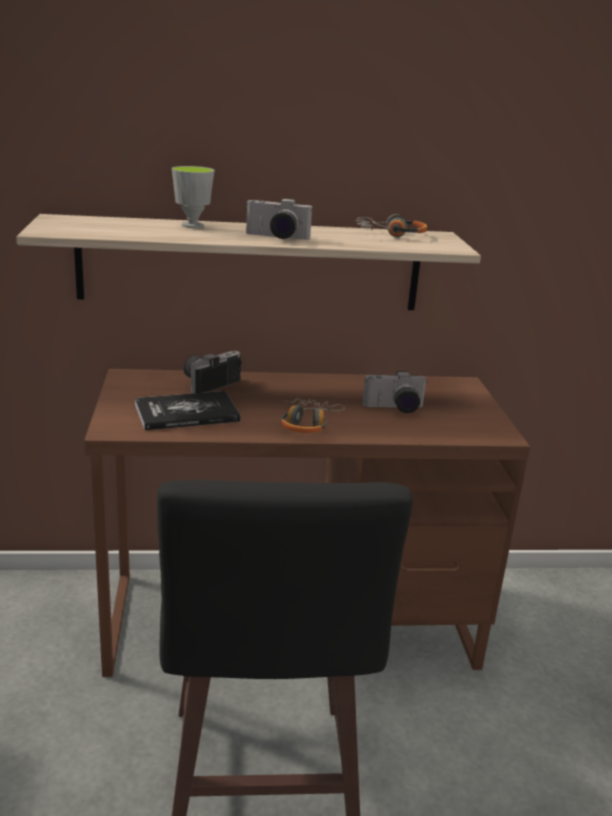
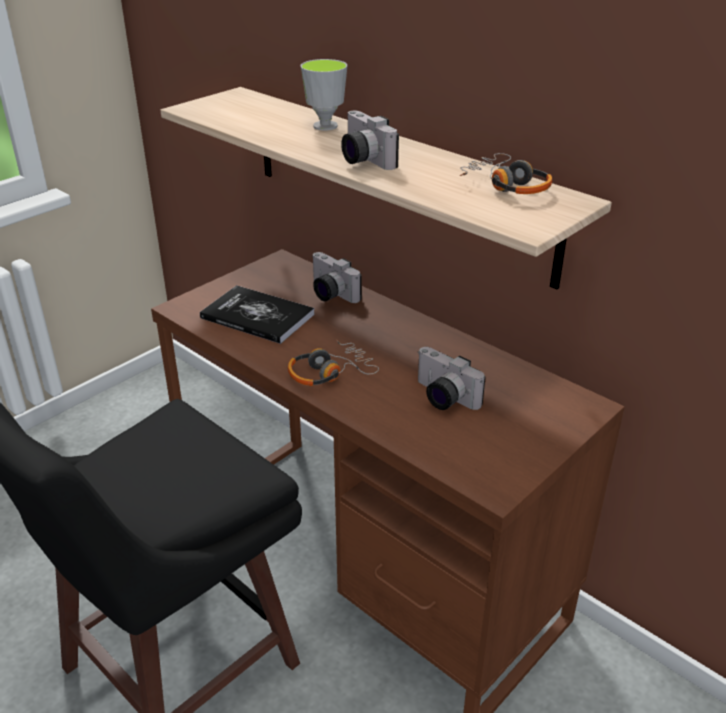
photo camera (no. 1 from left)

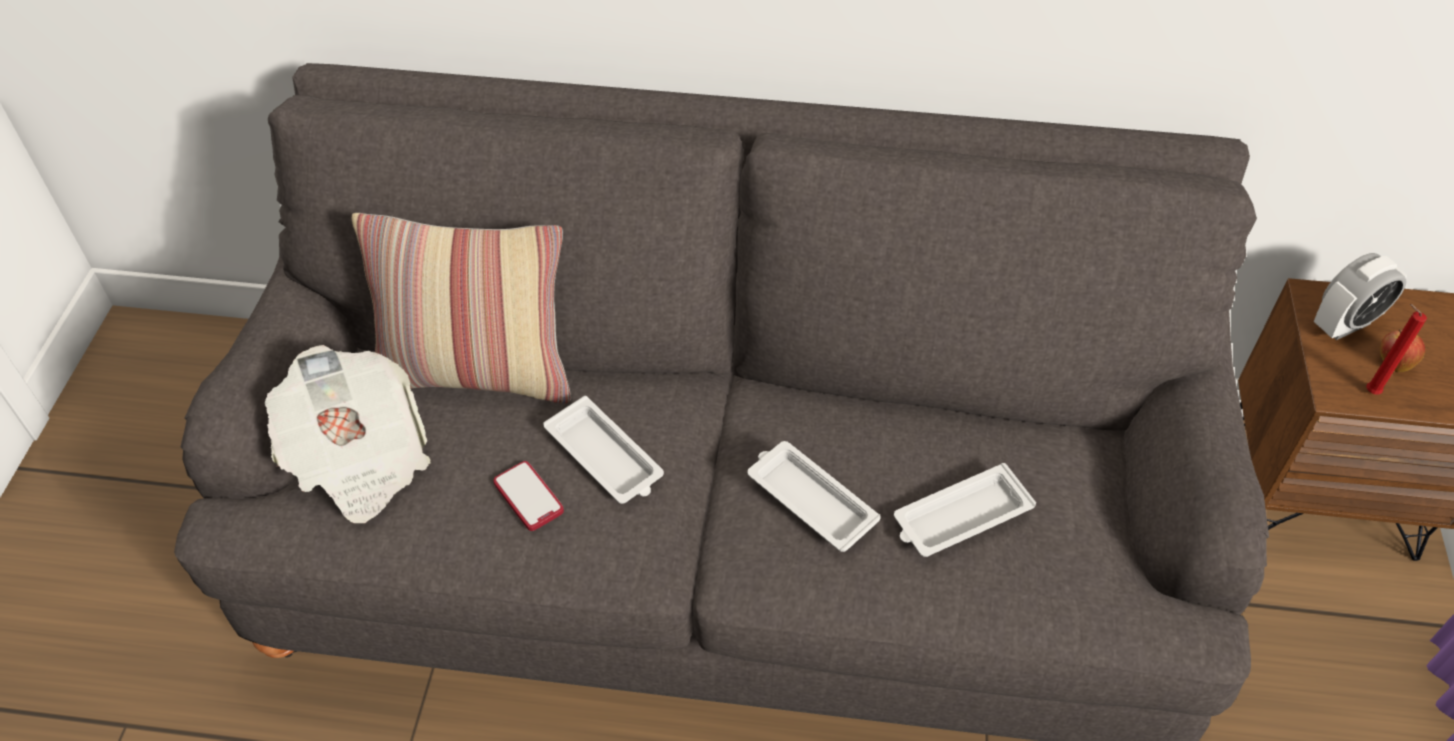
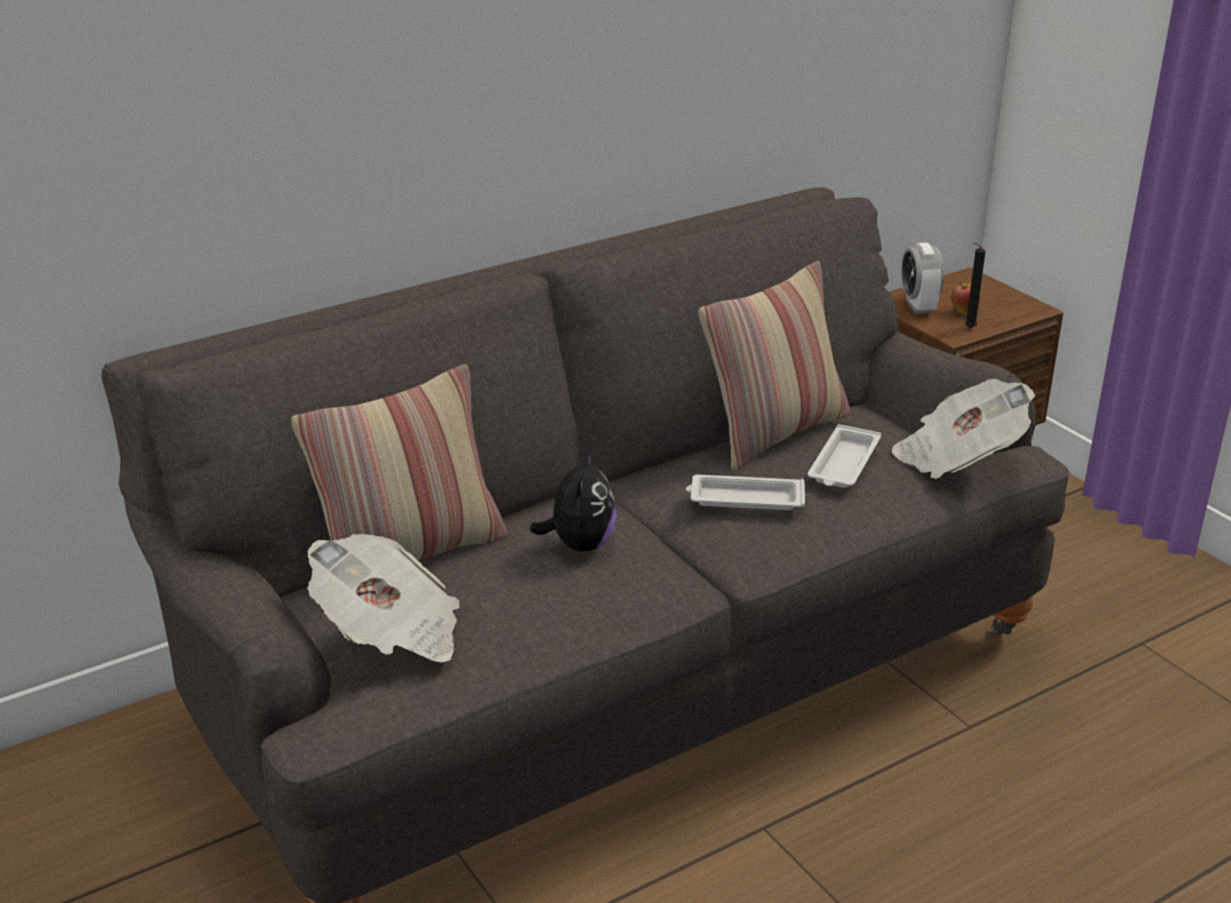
phone
pillow (no. 2 from left)
newspaper (no. 2 from left)
plush toy
black candle
alarm clock

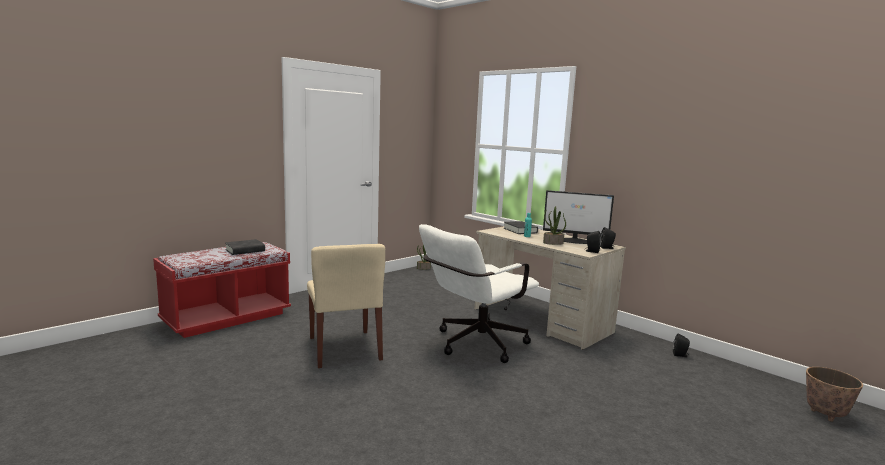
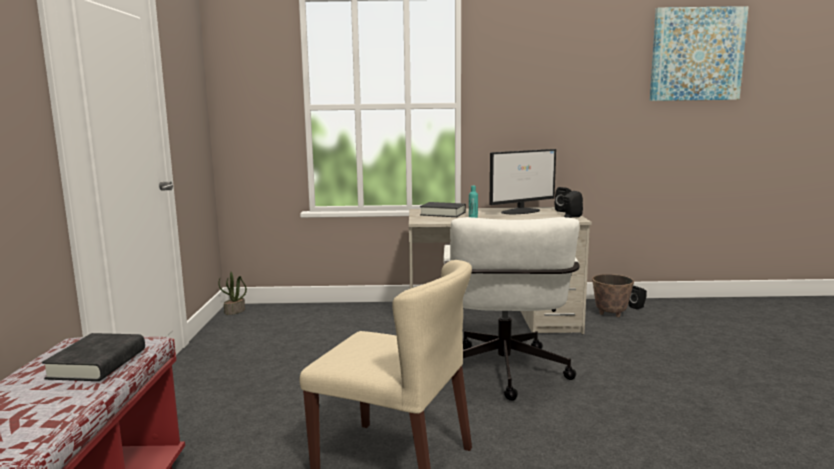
potted plant (no. 2 from left in the first image)
picture
planter

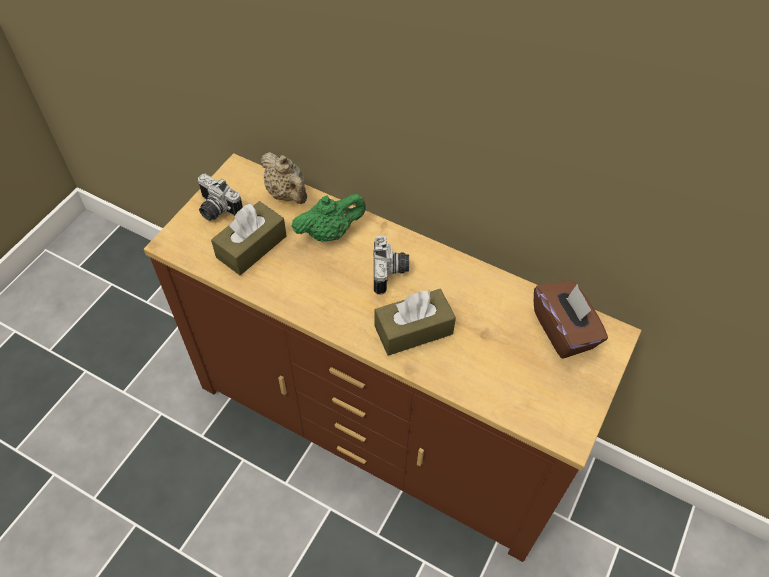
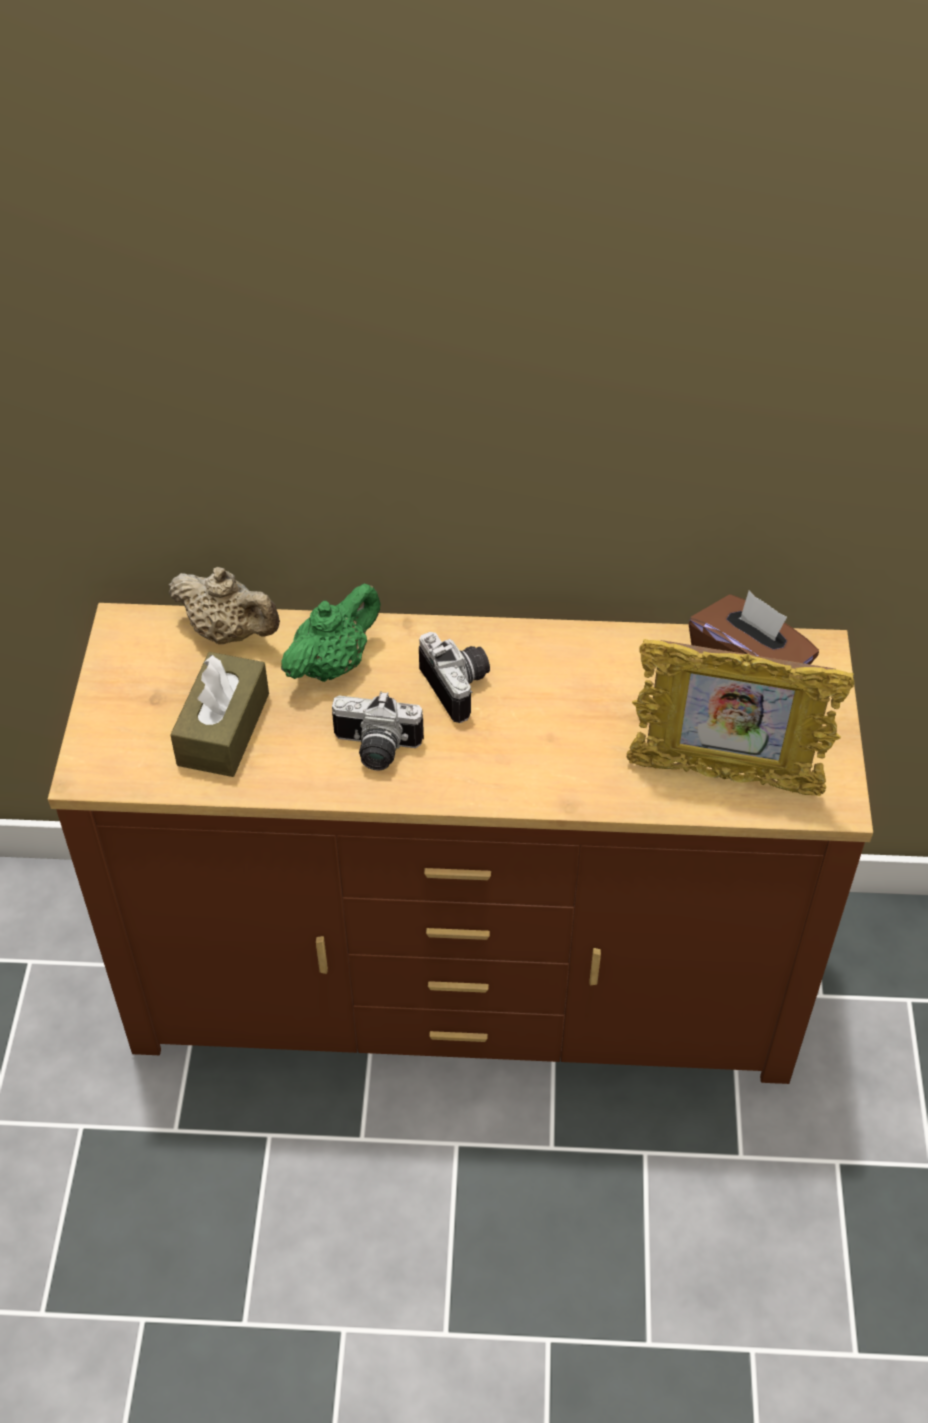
brown tissue box (no. 2 from left in the first image)
picture frame
photo camera (no. 1 from left)

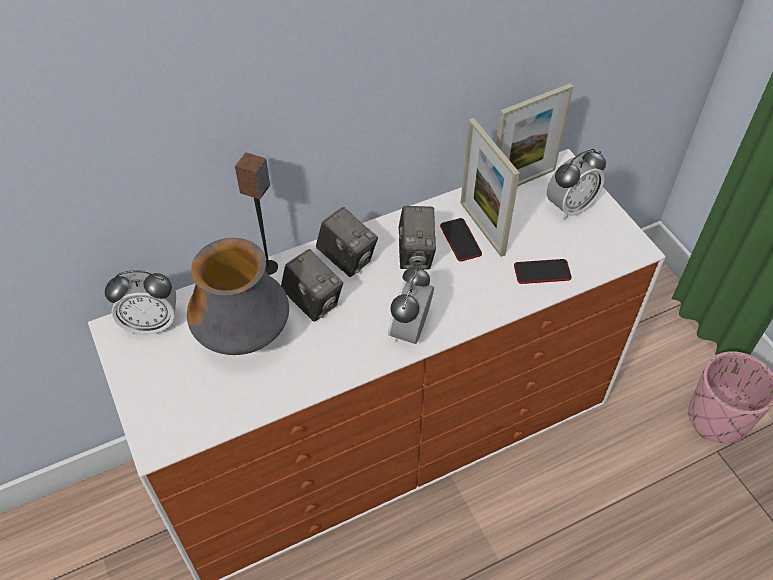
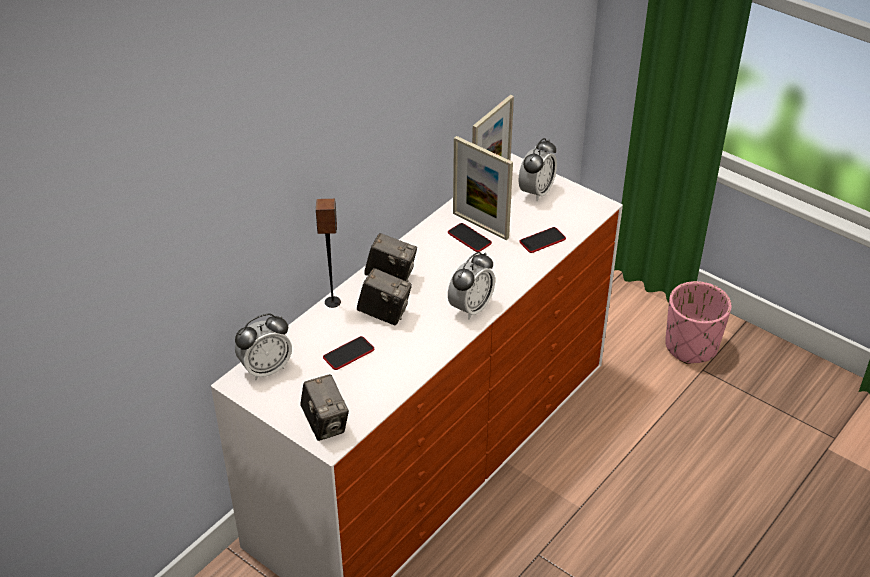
photo camera (no. 1 from left)
phone (no. 1 from left)
alarm clock (no. 2 from left)

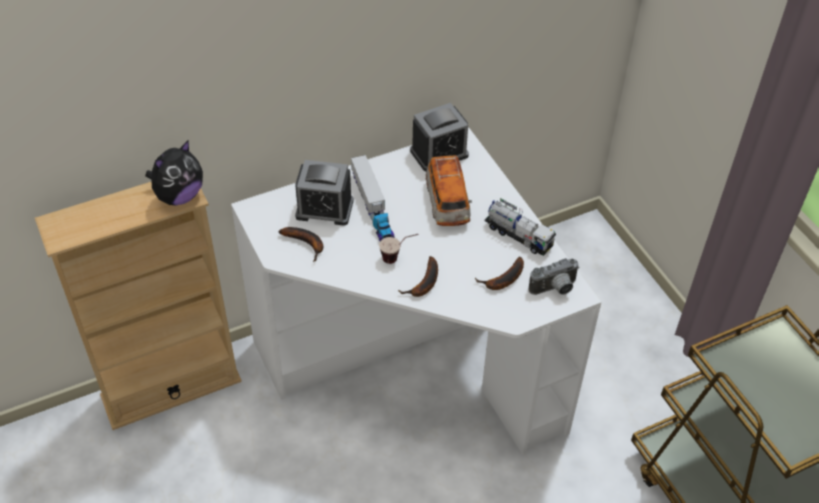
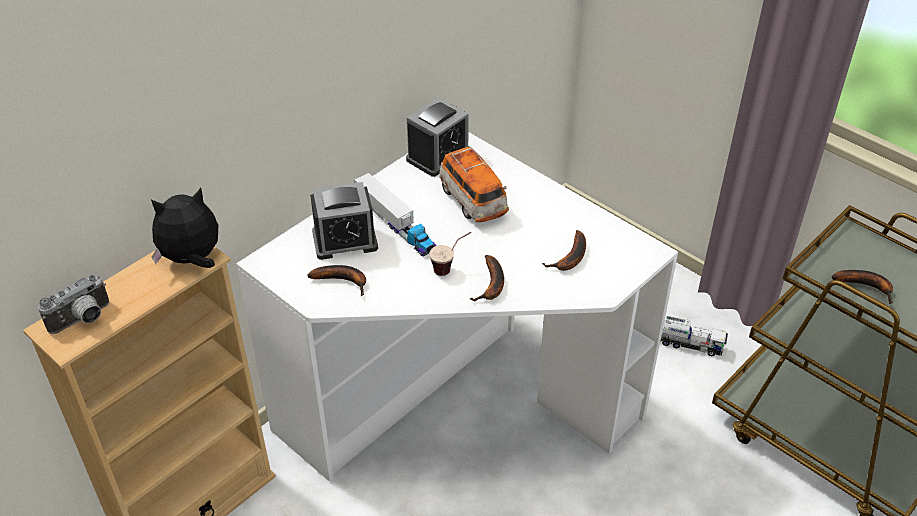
banana (no. 4 from left)
toy truck (no. 2 from left)
photo camera
plush toy

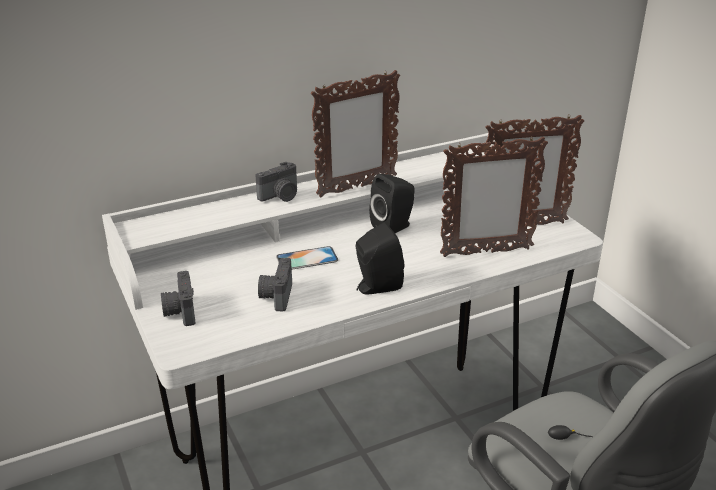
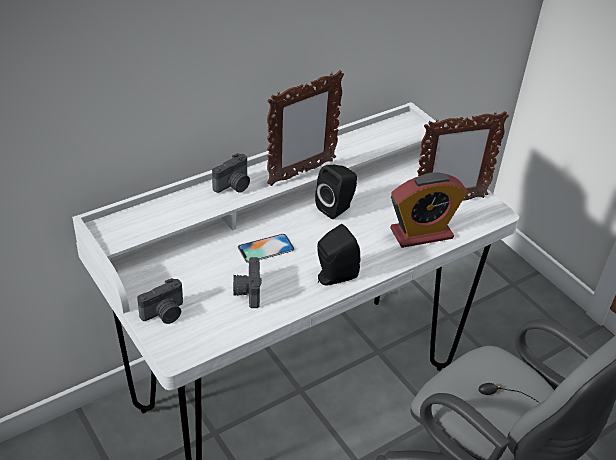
alarm clock
photo camera (no. 1 from left)

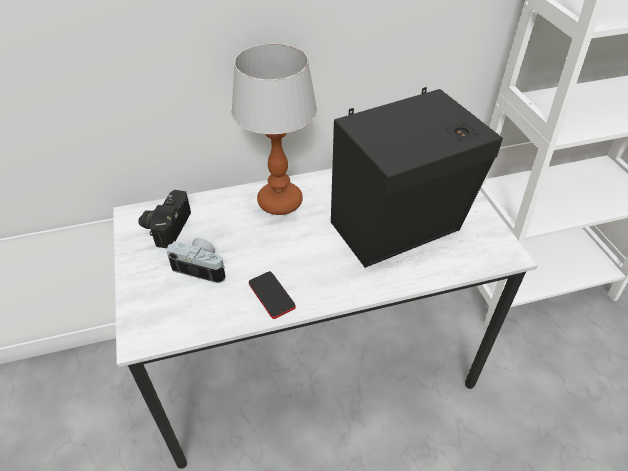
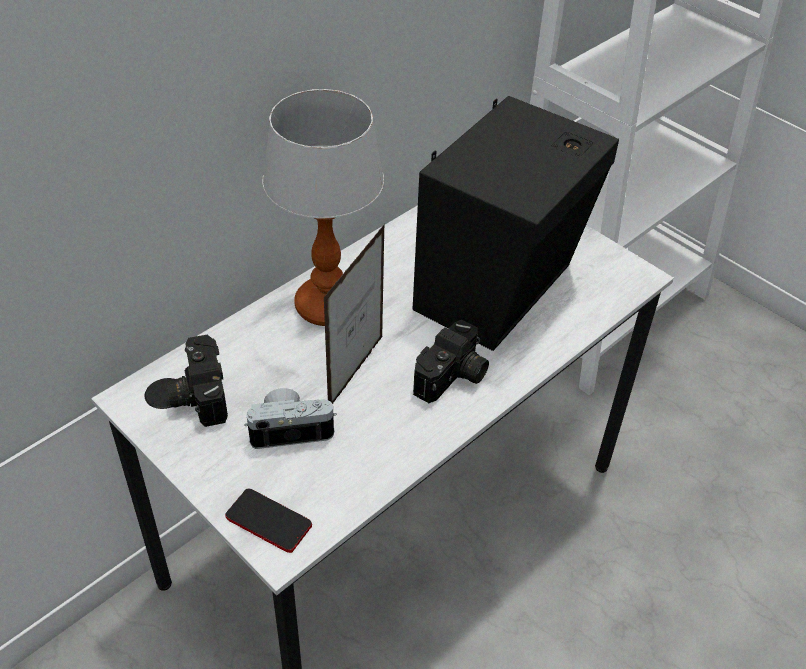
picture frame
photo camera (no. 3 from left)
phone

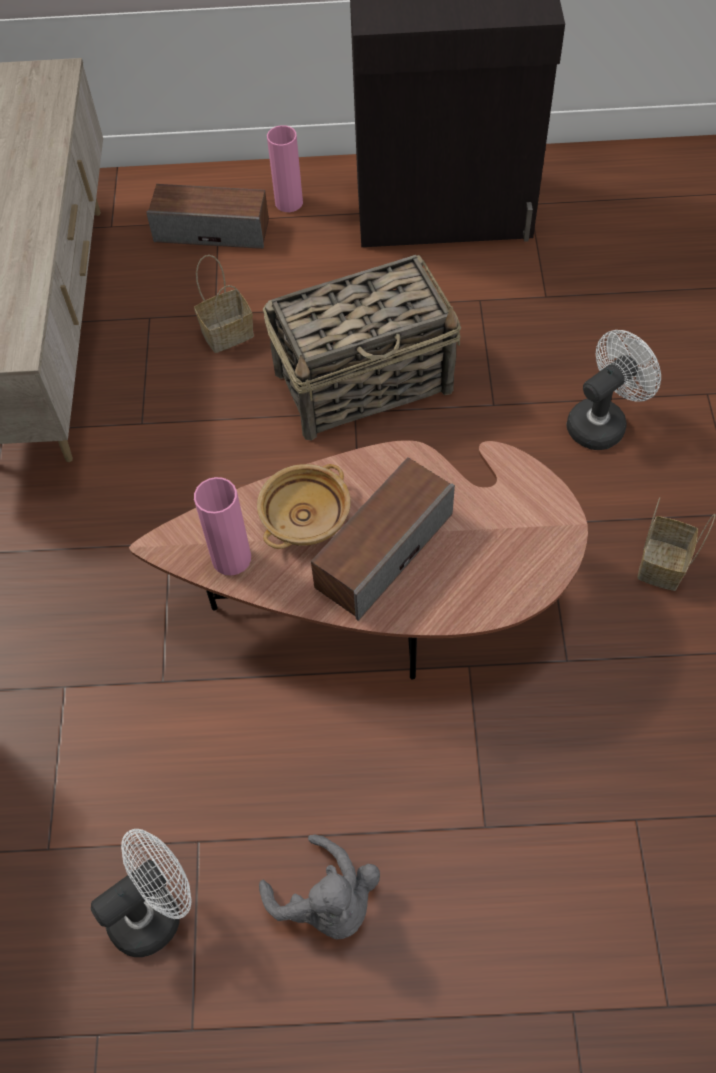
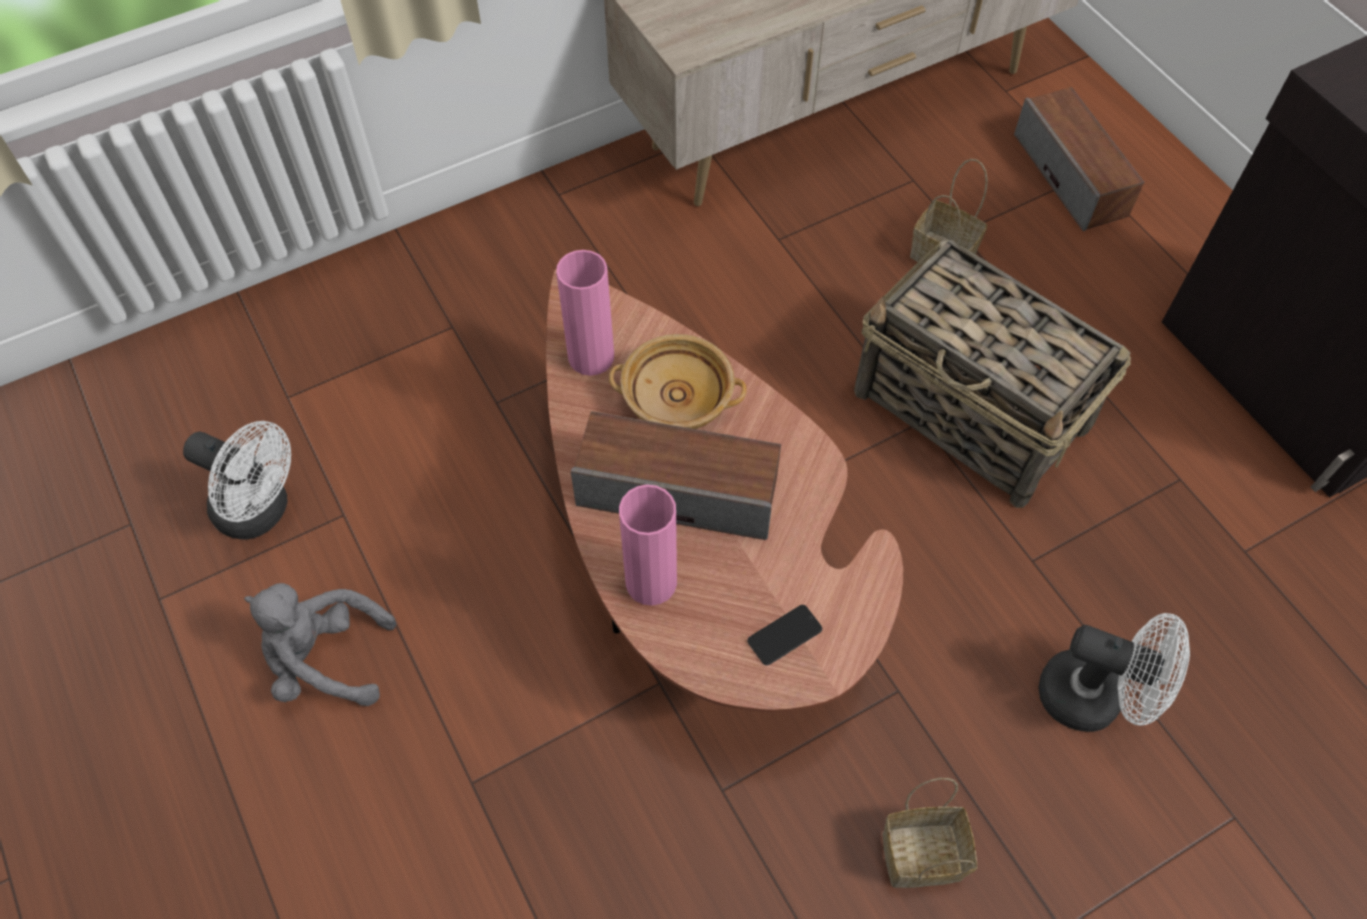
phone
pink vase (no. 2 from left)
grey plush toy

